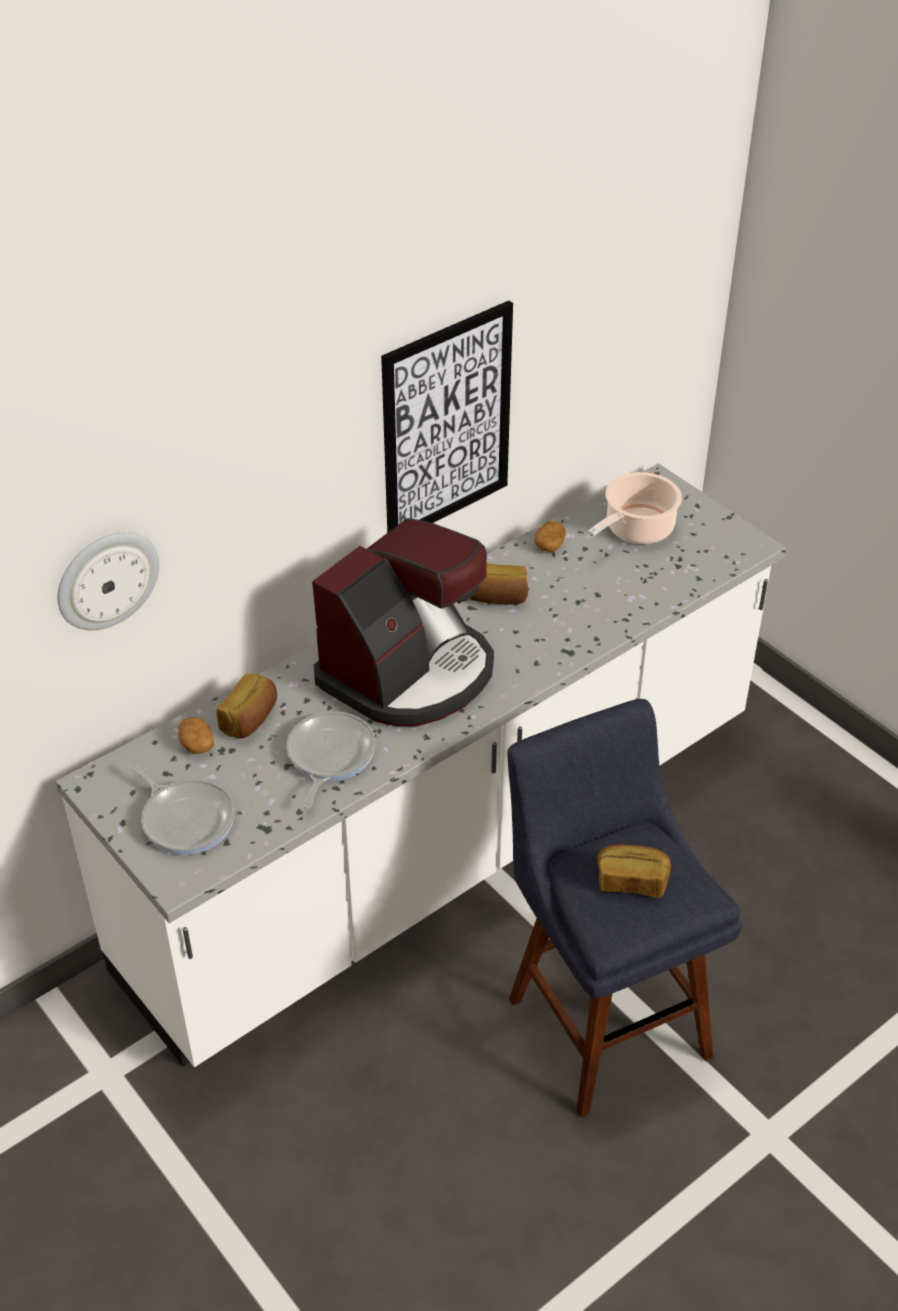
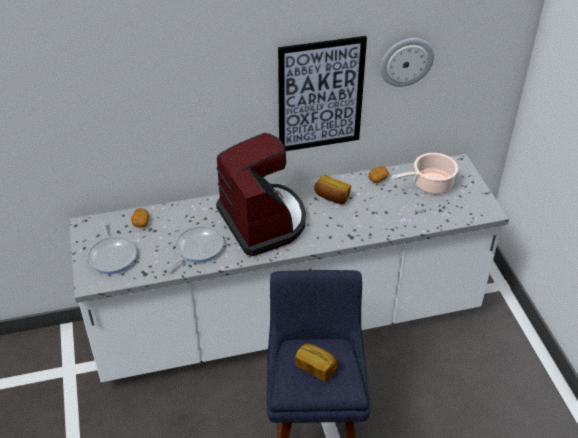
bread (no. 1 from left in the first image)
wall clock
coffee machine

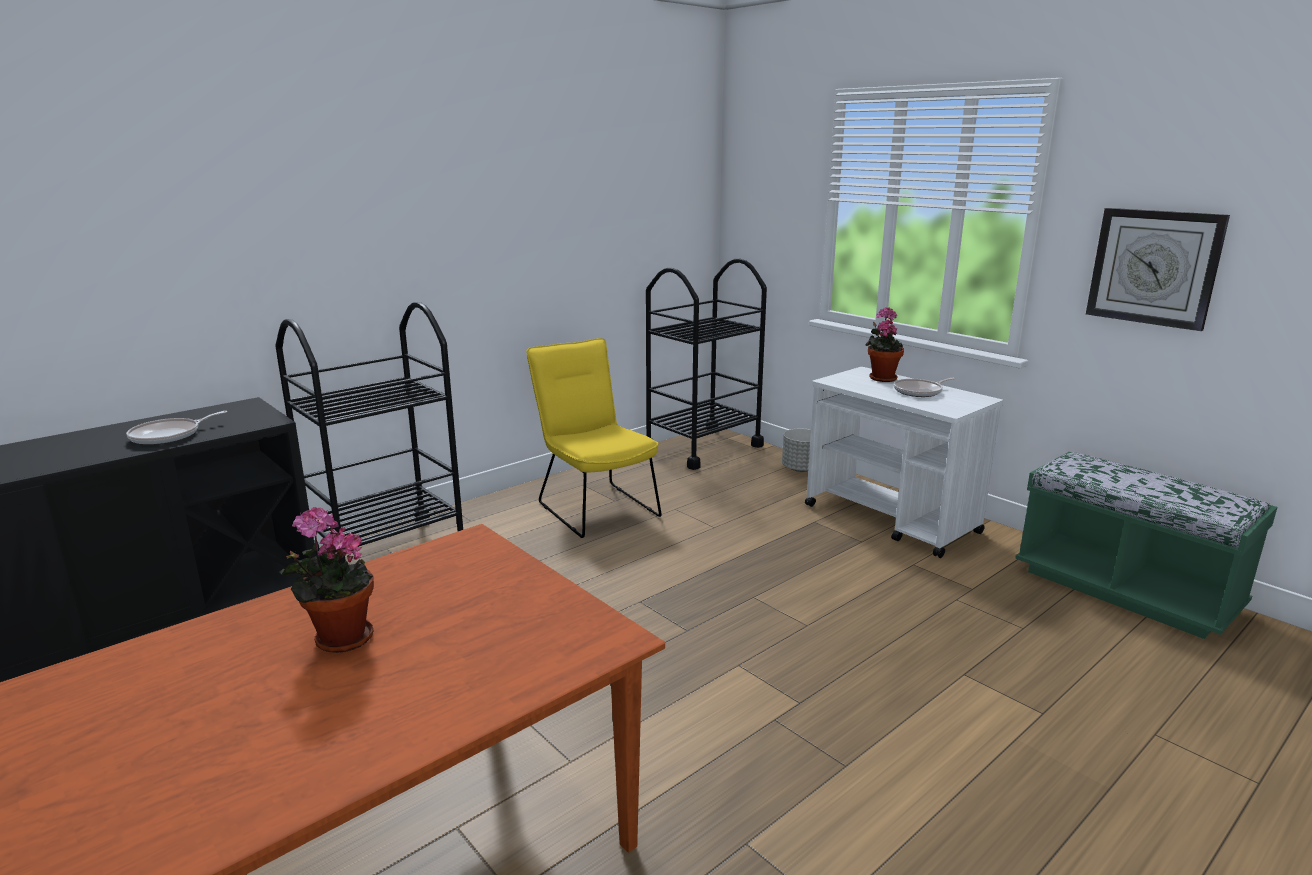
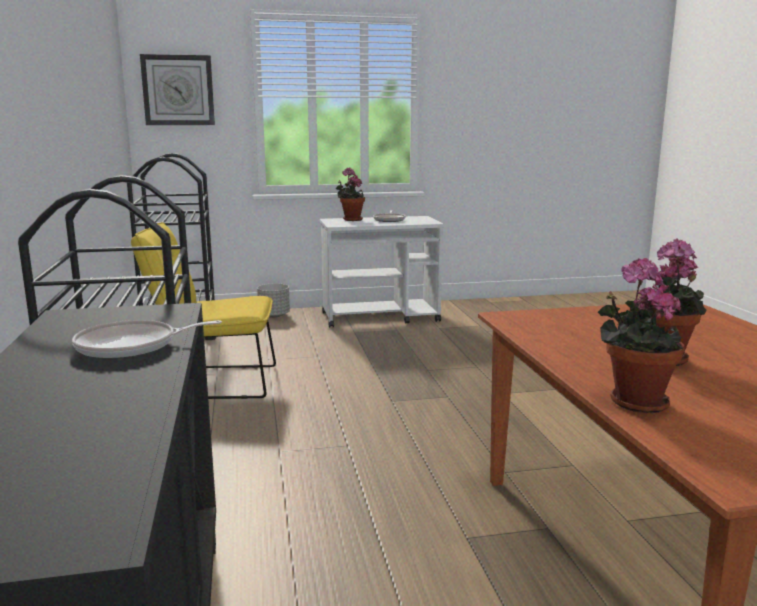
green bench
potted plant (no. 2 from left)
wall clock
frying pan (no. 1 from left)

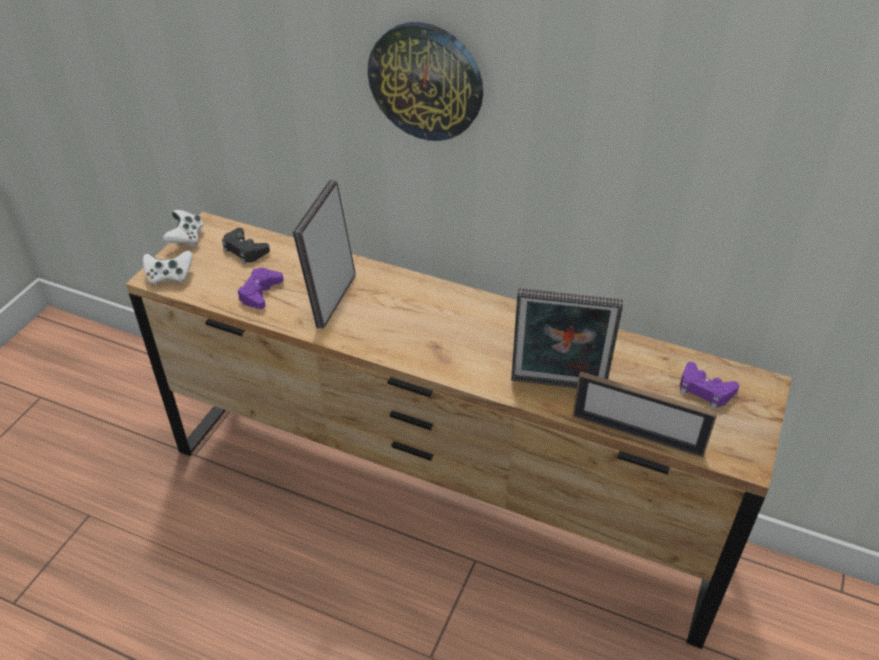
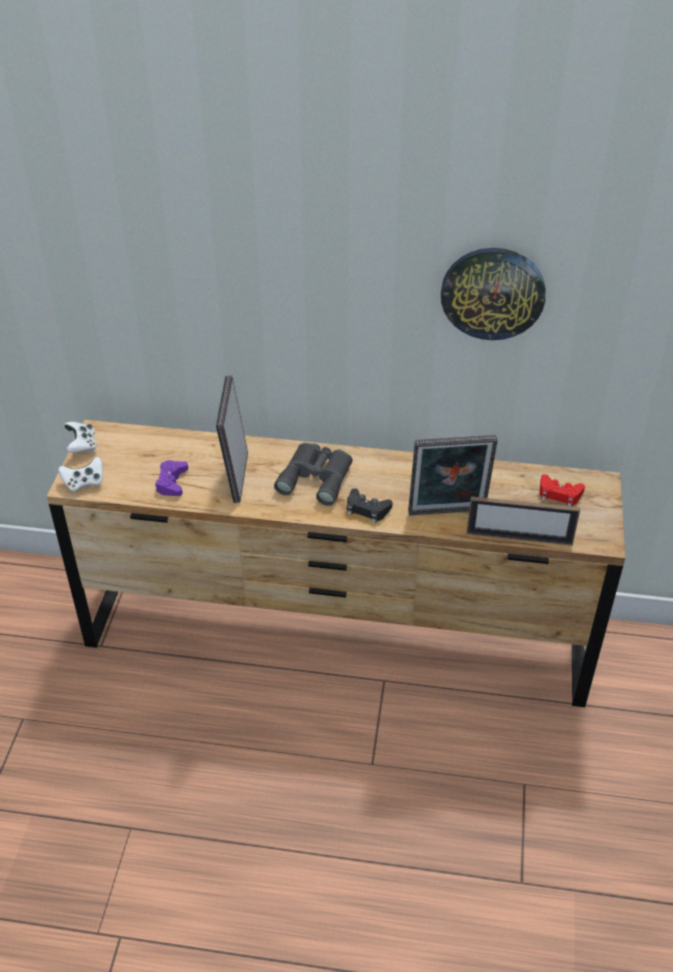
grey binoculars
black game controller
wall clock
red game controller

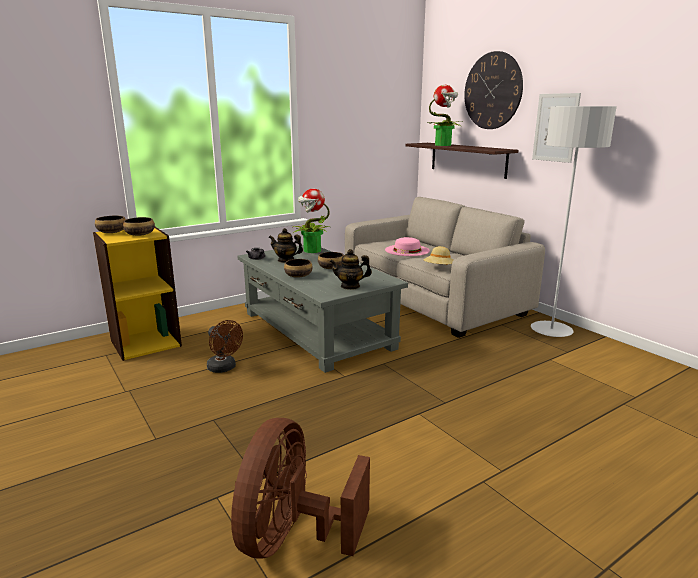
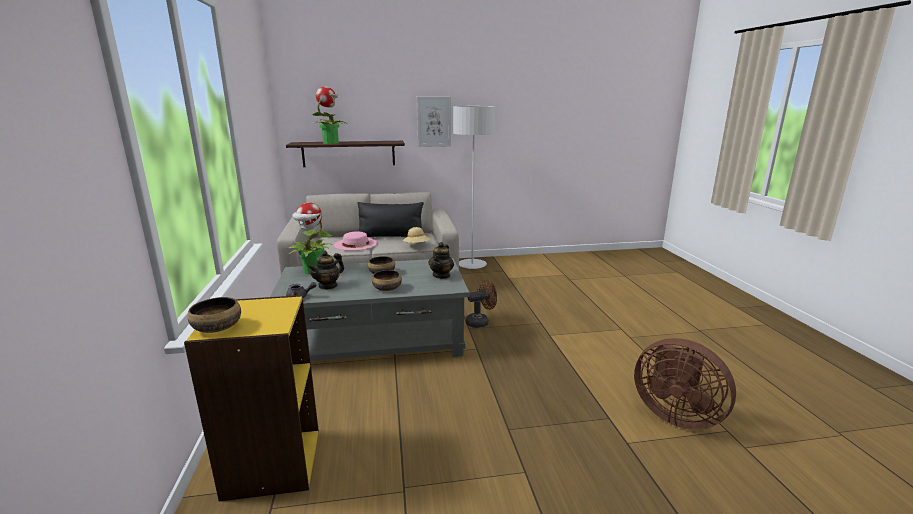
bowl (no. 2 from left in the first image)
wall clock
black pillow
brown fan (no. 1 from left)

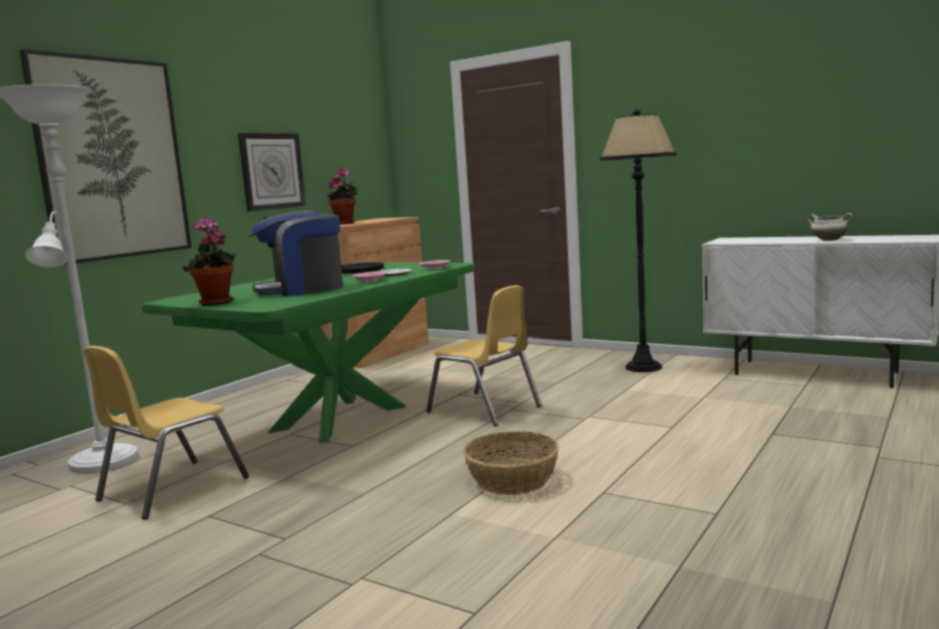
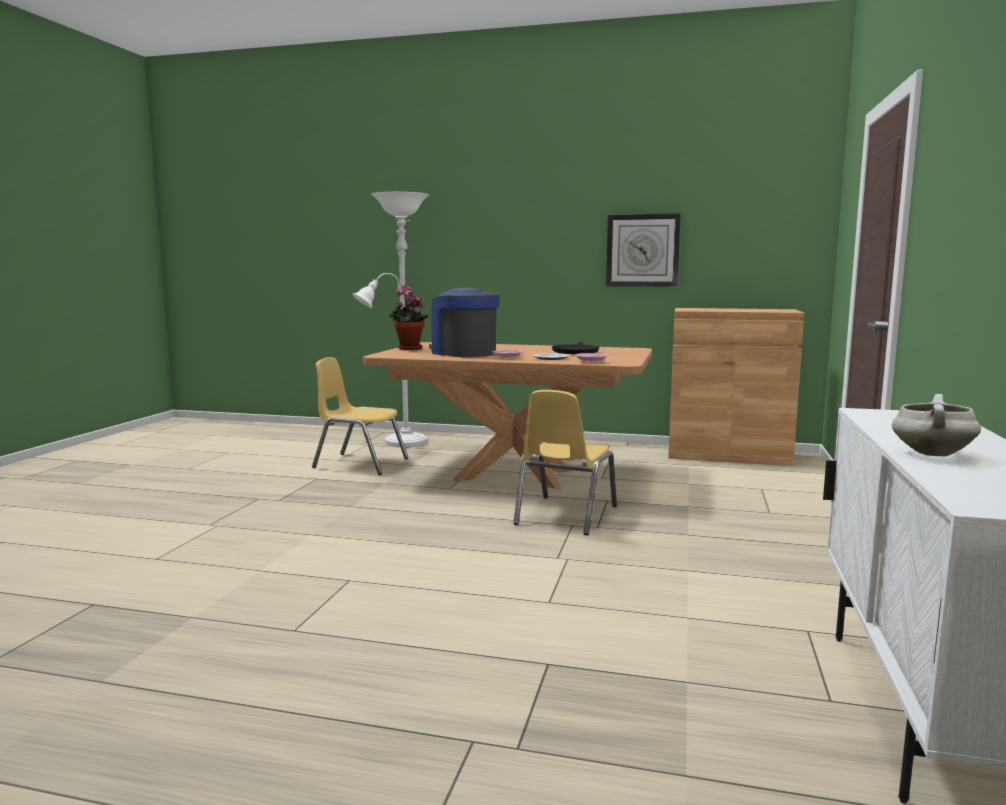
picture
potted plant (no. 2 from left in the first image)
basket
black floor lamp
brown dining table

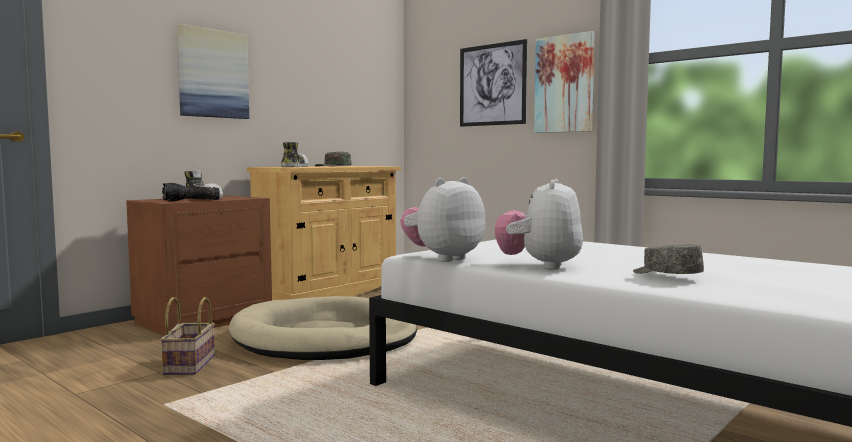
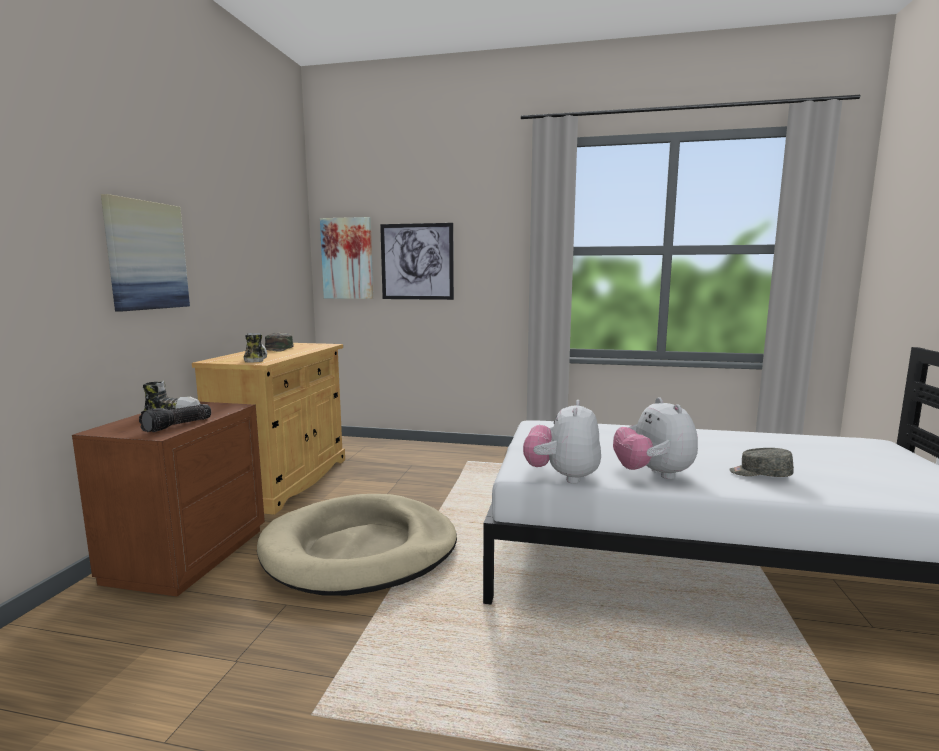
basket
picture (no. 2 from left)

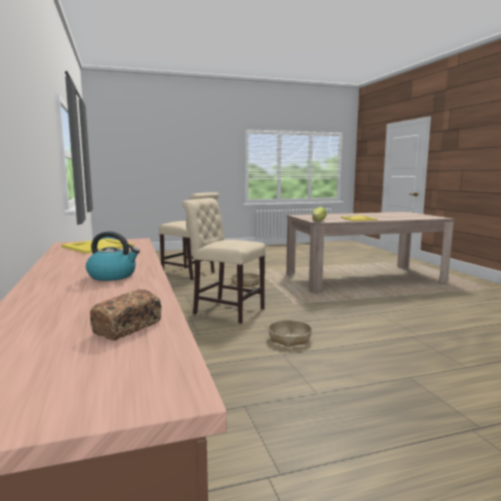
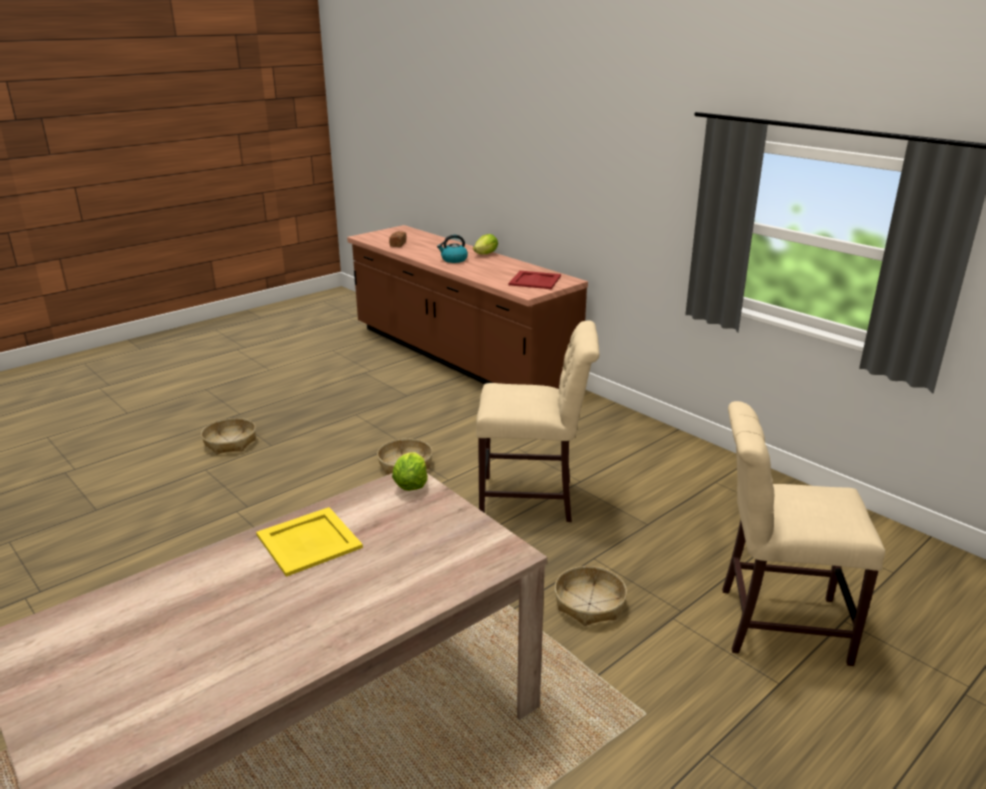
basket (no. 1 from left)
lettuce (no. 2 from left)
red tray

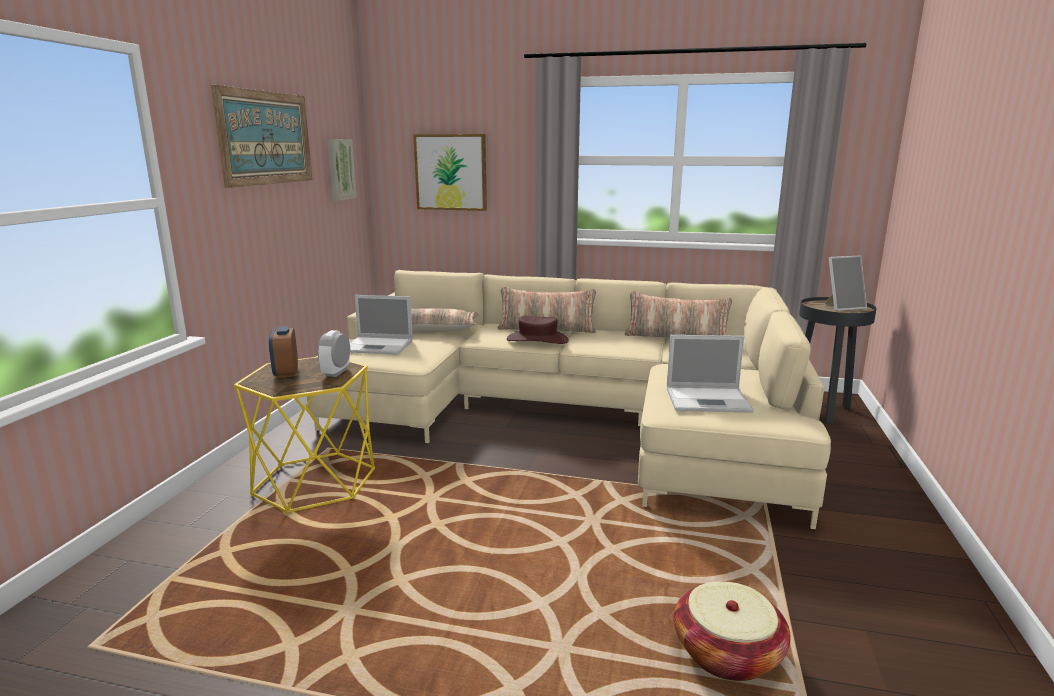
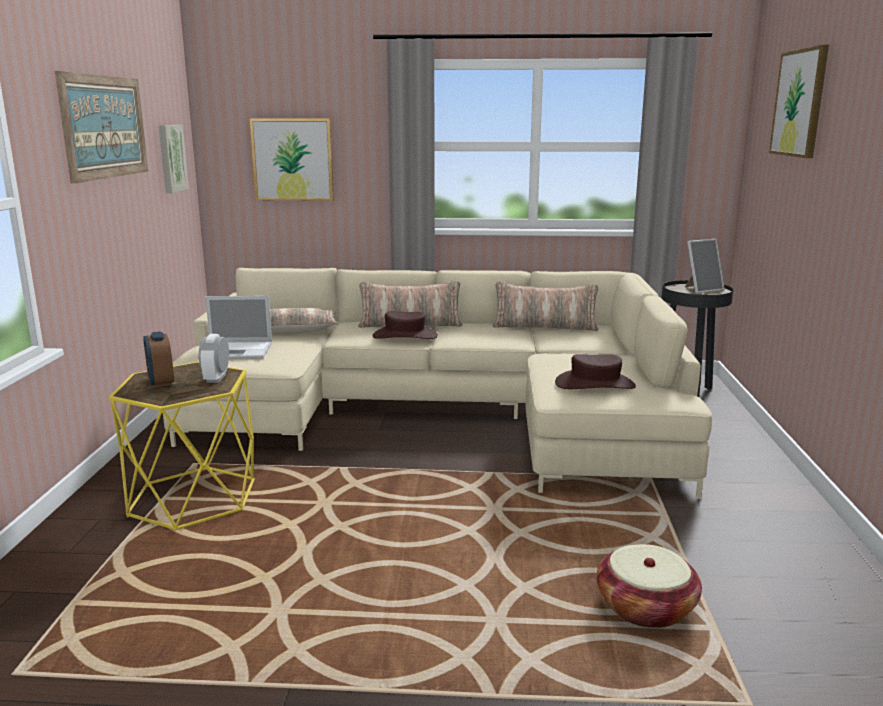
picture (no. 4 from left)
brown hat (no. 2 from left)

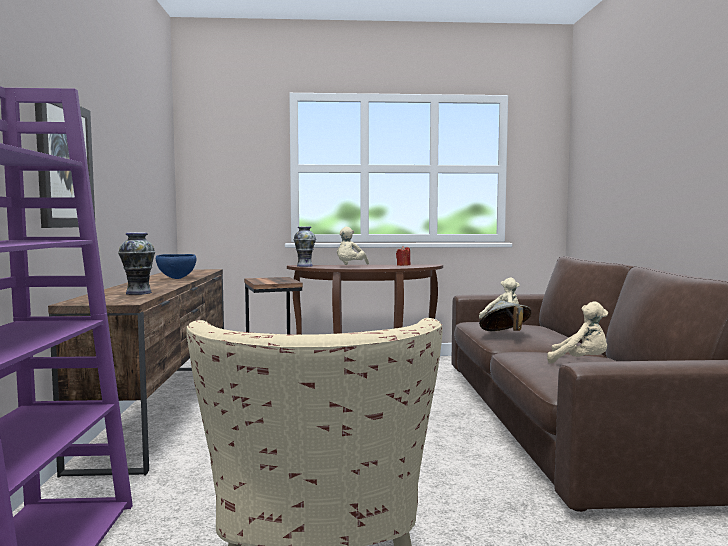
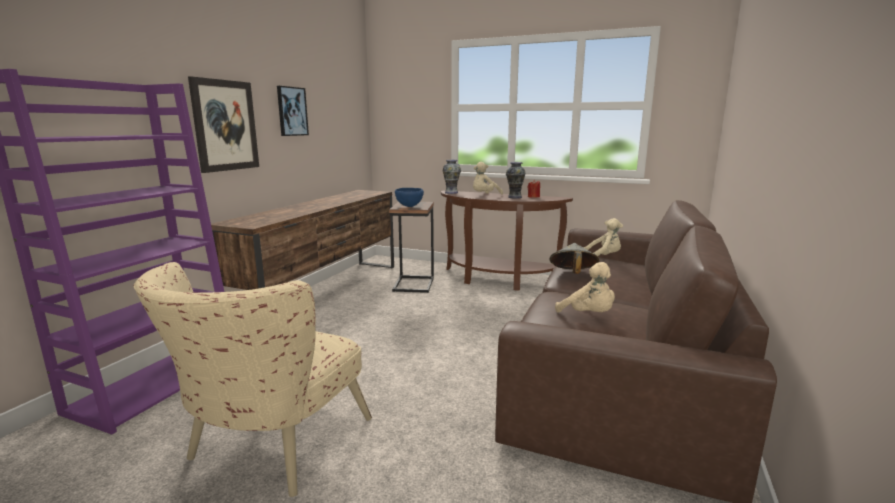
picture (no. 2 from left)
vase (no. 2 from left)
blue bowl

